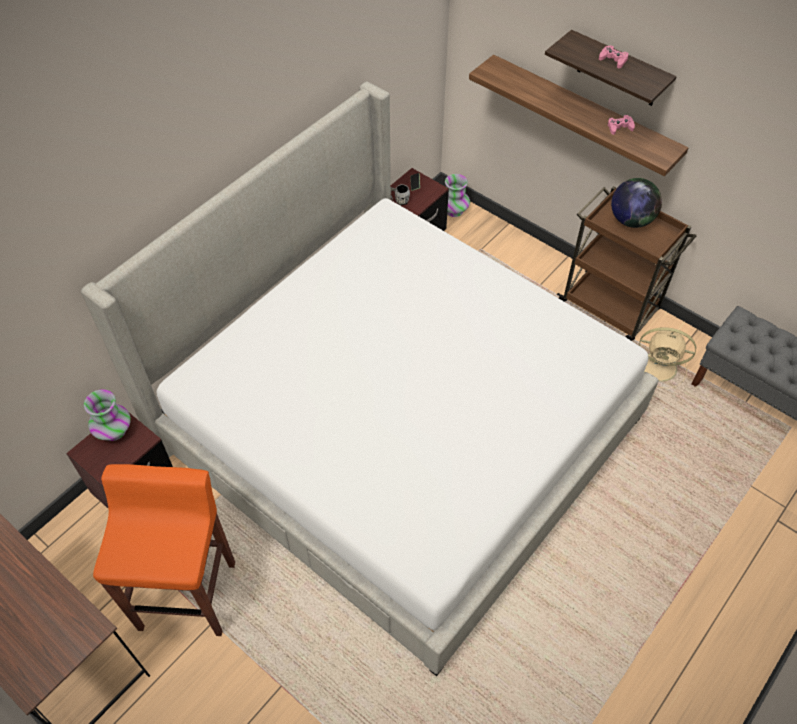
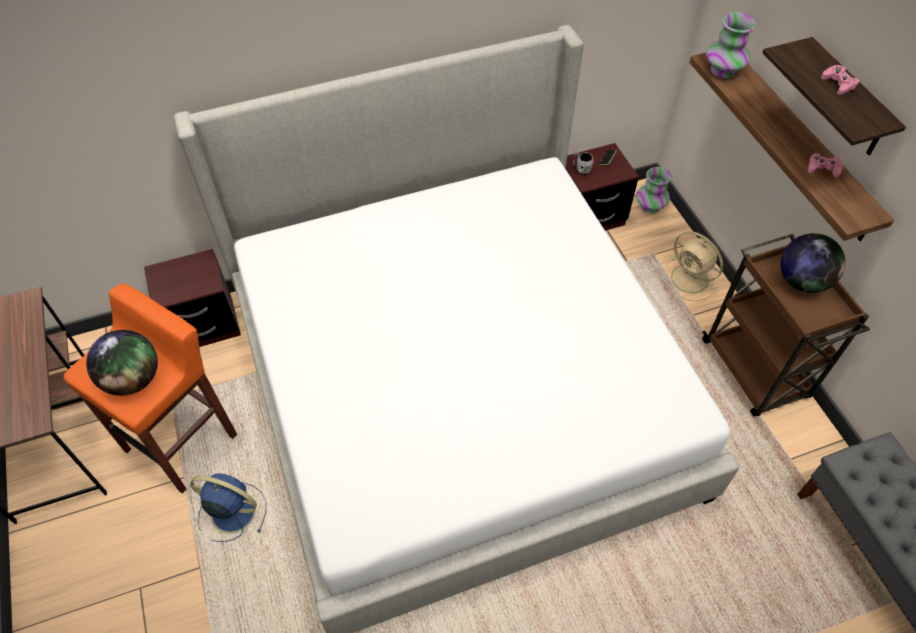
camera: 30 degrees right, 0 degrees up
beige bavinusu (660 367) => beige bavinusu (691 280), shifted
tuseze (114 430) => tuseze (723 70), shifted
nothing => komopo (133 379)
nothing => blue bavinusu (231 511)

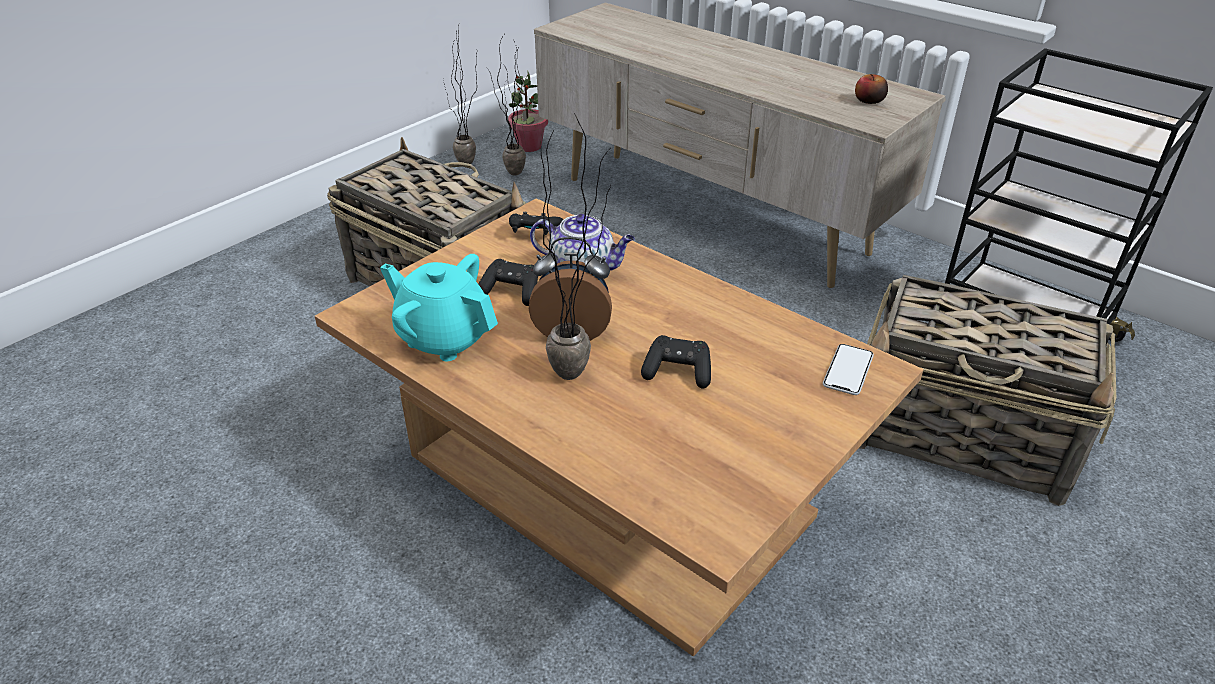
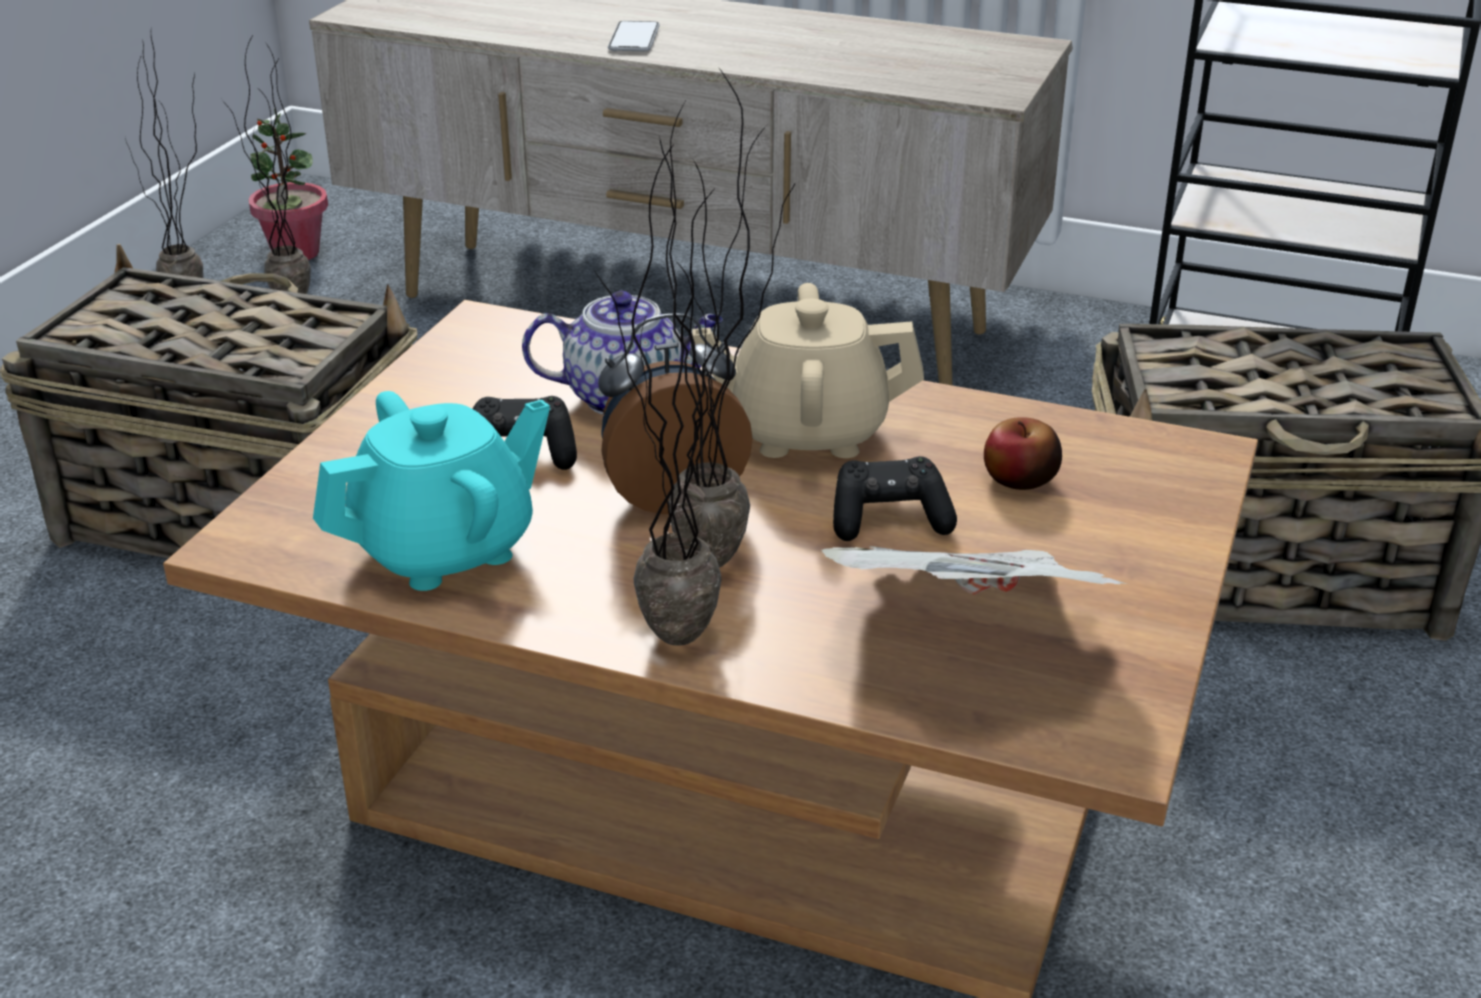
camera: 20 degrees left, 5 degrees down
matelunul (869 101) => matelunul (1020 480), shifted
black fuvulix (535 234) => nothing
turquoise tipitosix (444 338) => turquoise tipitosix (446 549), 135 degrees clockwise
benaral (848 370) => benaral (634 38), shifted
nothing => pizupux (669 651)
nothing => beige tipitosix (806 432)
nothing => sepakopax (973 630)

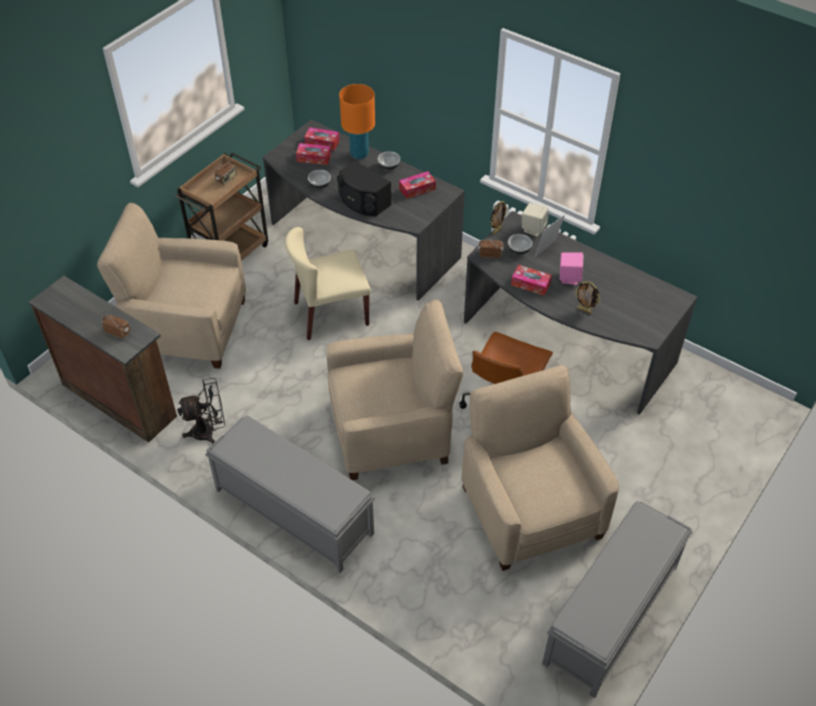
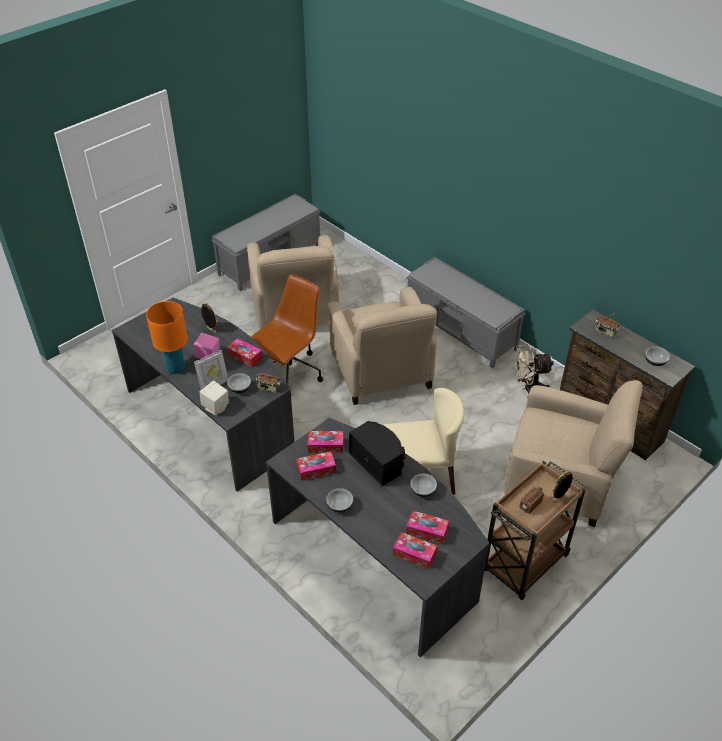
camera: 170 degrees left, 5 degrees down
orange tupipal (359 154) => orange tupipal (176 368), shifted
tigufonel (497 231) => tigufonel (559 499), shifted
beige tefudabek (391 431) => beige tefudabek (381 371), 105 degrees counterclockwise
black bavinusu (209 431) => beige bavinusu (528 389)
nothing => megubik (655 362)
nothing => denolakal (325 445)

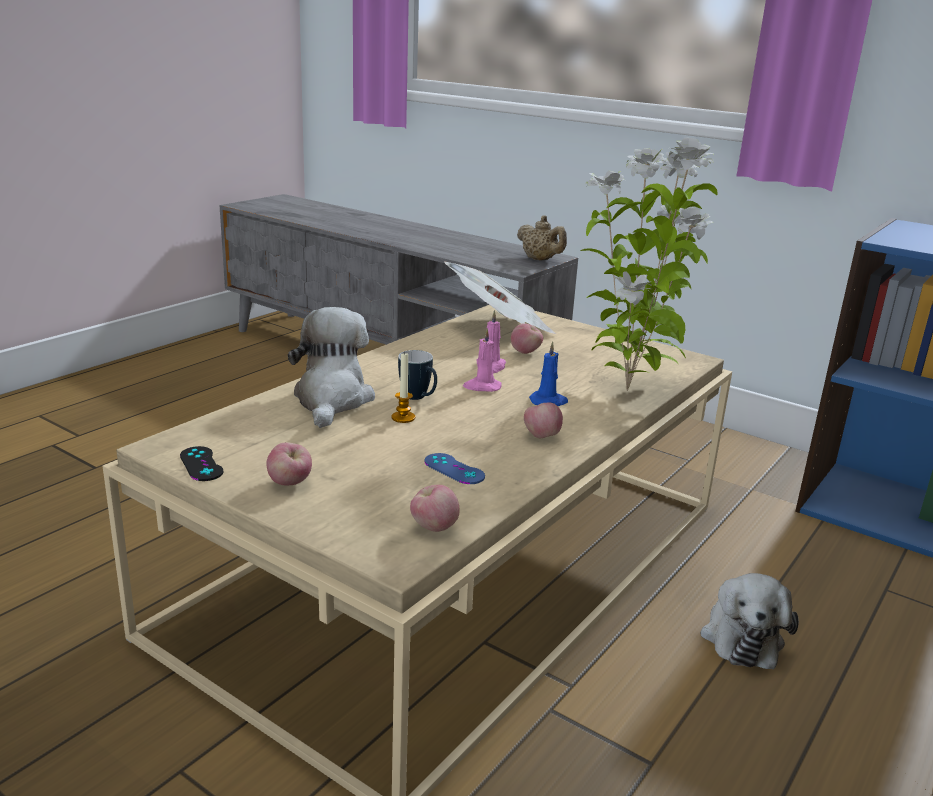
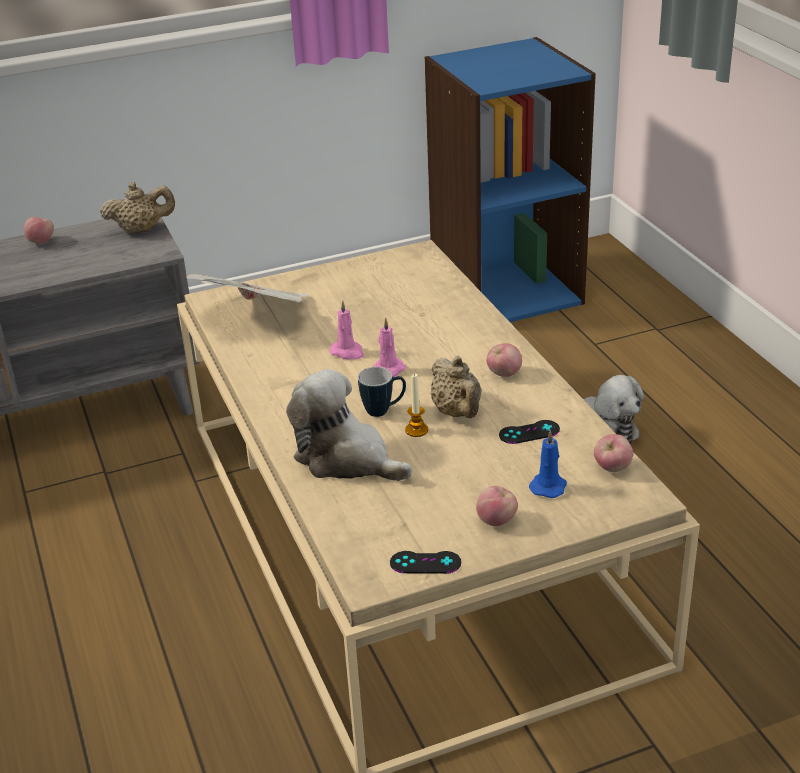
camera: 55 degrees left, 10 degrees up
pizupux (630 389) => nothing
matelunul (526 352) => matelunul (41 242), shifted
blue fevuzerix (548 401) => blue fevuzerix (548 486), shifted
blue fuvulix (454 469) => black fuvulix (529 432)
nothing => beige tipitosix (457 412)

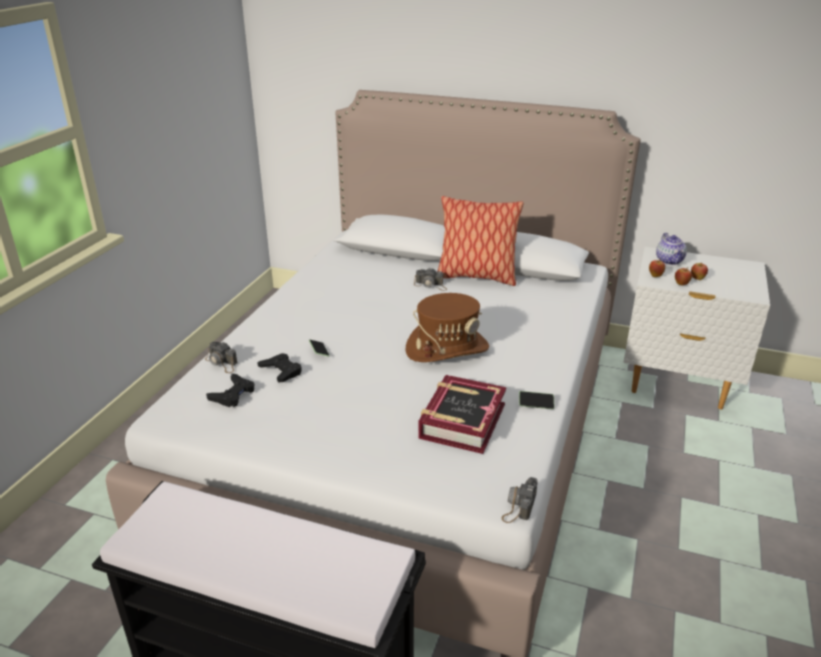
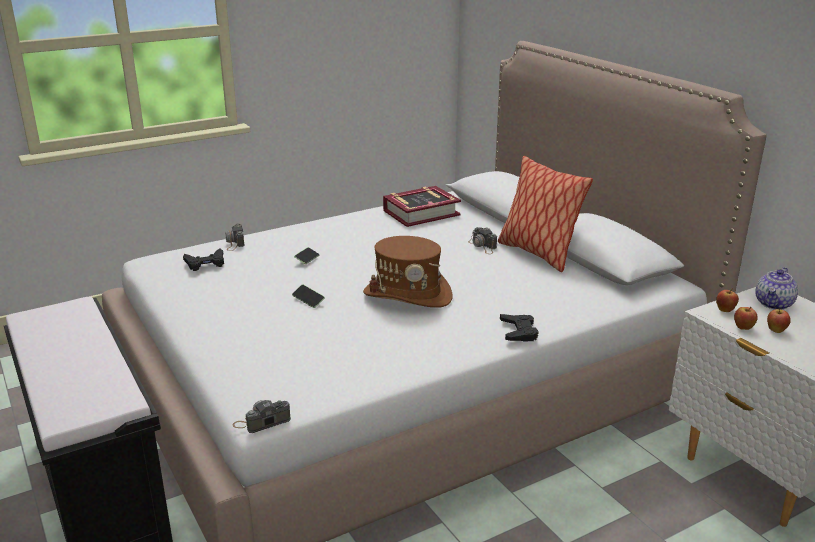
camera: 40 degrees right, 5 degrees down
black fuvulix (281 371) => black fuvulix (518 332), shifted
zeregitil (461 421) => zeregitil (421 213), shifted
benaral (536 404) => benaral (308 300), shifted

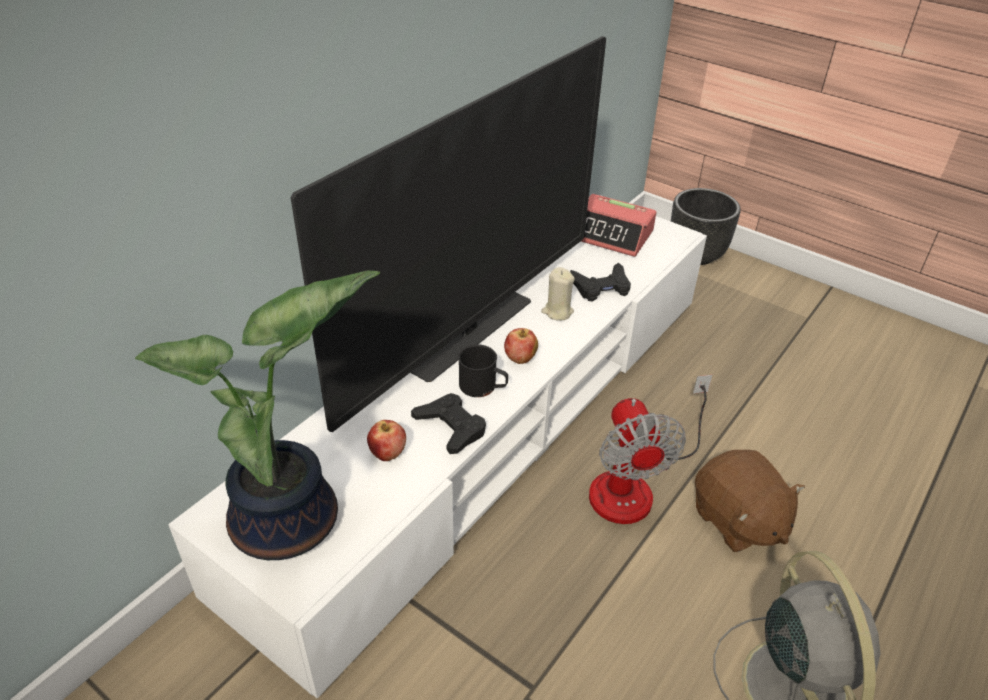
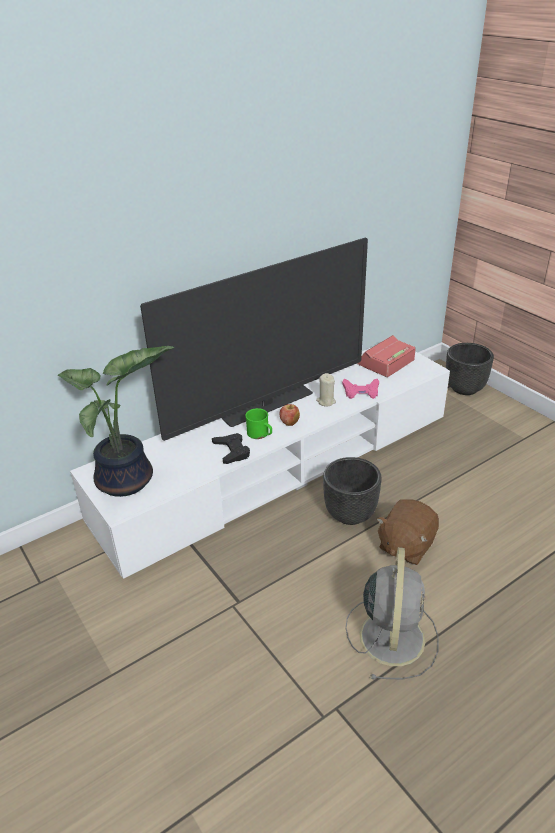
camera: 20 degrees right, 5 degrees down
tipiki (611 235) => tipiki (385 362), 90 degrees clockwise
black fuvulix (601 287) => pink fuvulix (361 391)
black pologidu (483 387) => green pologidu (260 434)
bavinusu (635 484) => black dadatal (351 513)
matelunul (387 454) => nothing
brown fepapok (737 521) => brown fepapok (405 545), 45 degrees clockwise

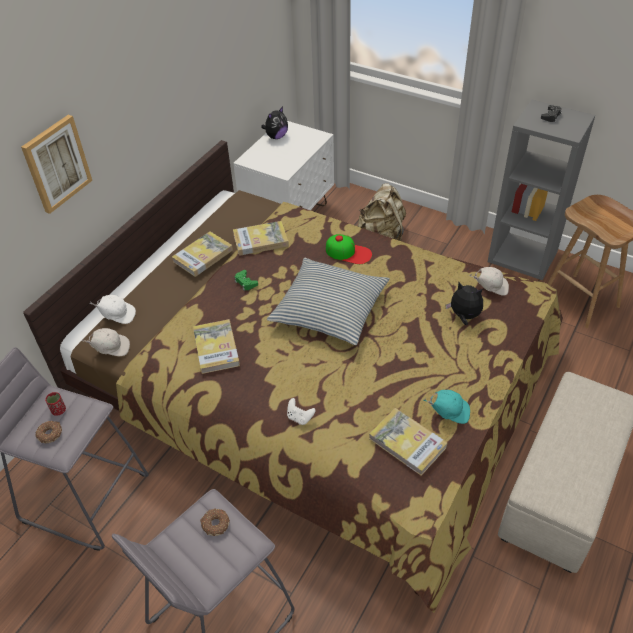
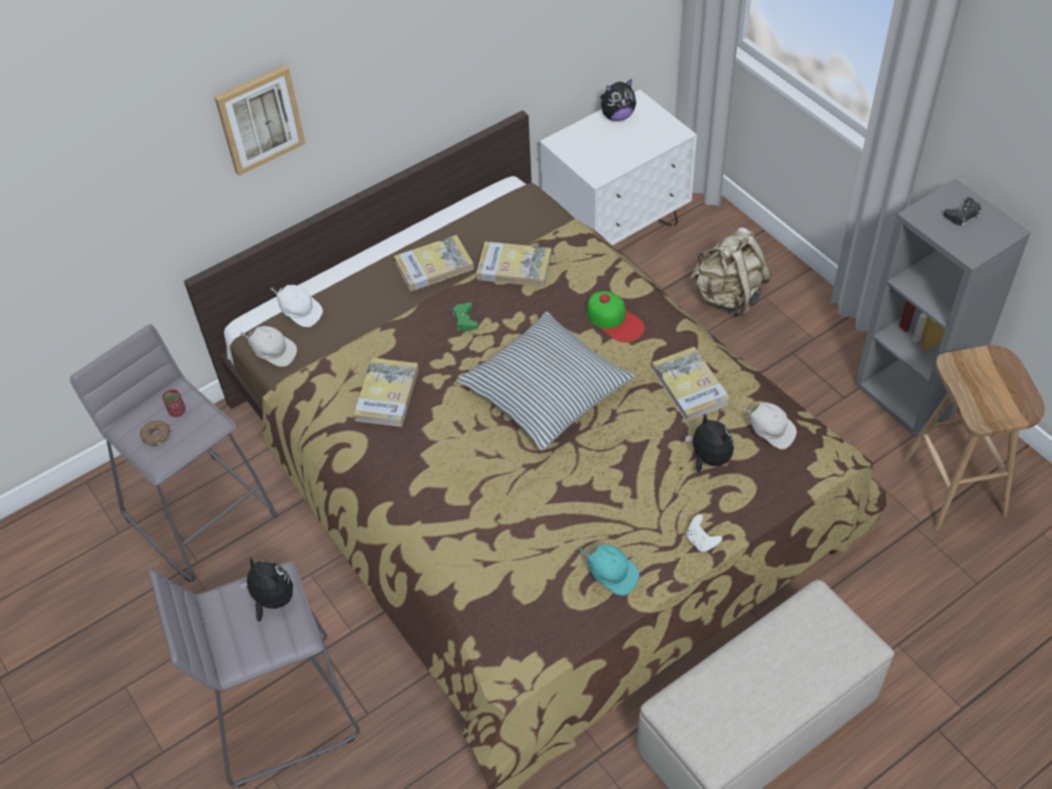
camera: 25 degrees right, 5 degrees up
white fuvulix (300 417) => white fuvulix (701 541), shifted
zeregitil (407 443) => zeregitil (690 386), shifted
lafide (215 524) => fepapok (272 600)

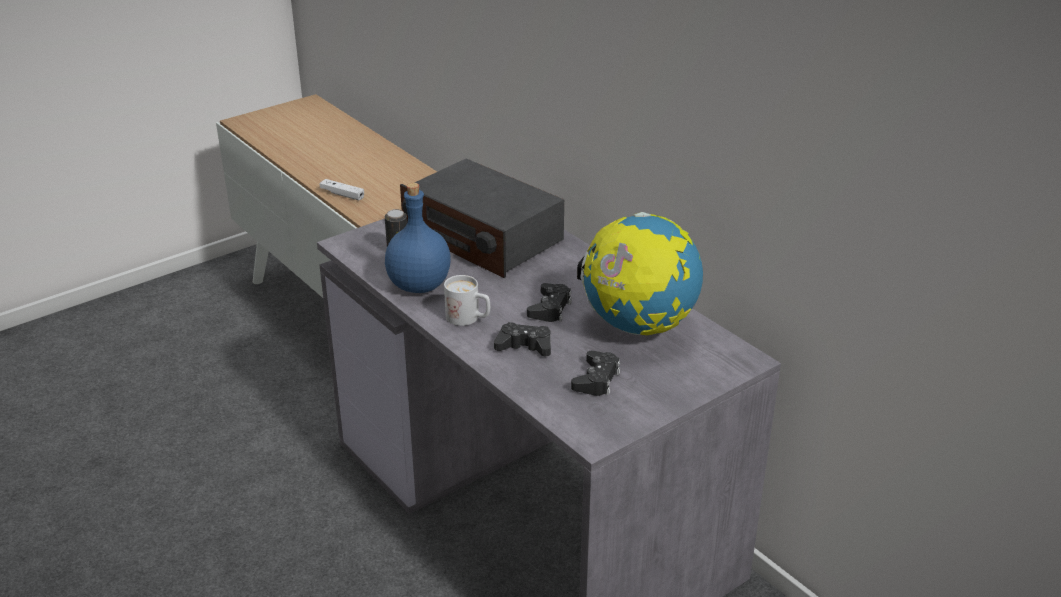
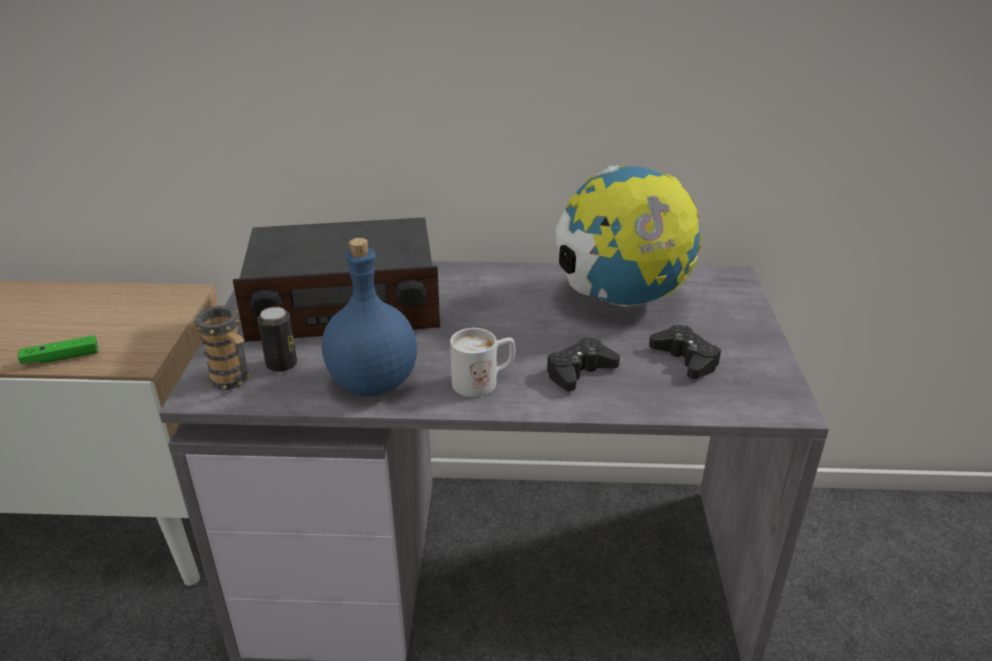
camera: 50 degrees left, 0 degrees up
white fuvulix (342 194) => green fuvulix (61 358)
black fuvulix (550 308) => nothing
nothing => pologidu (234 381)

